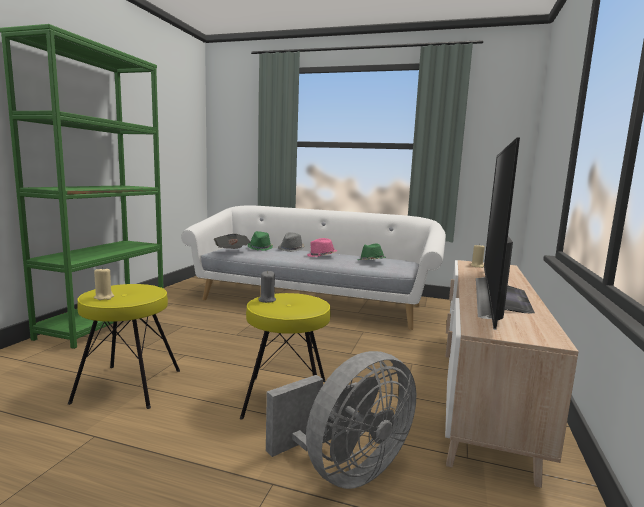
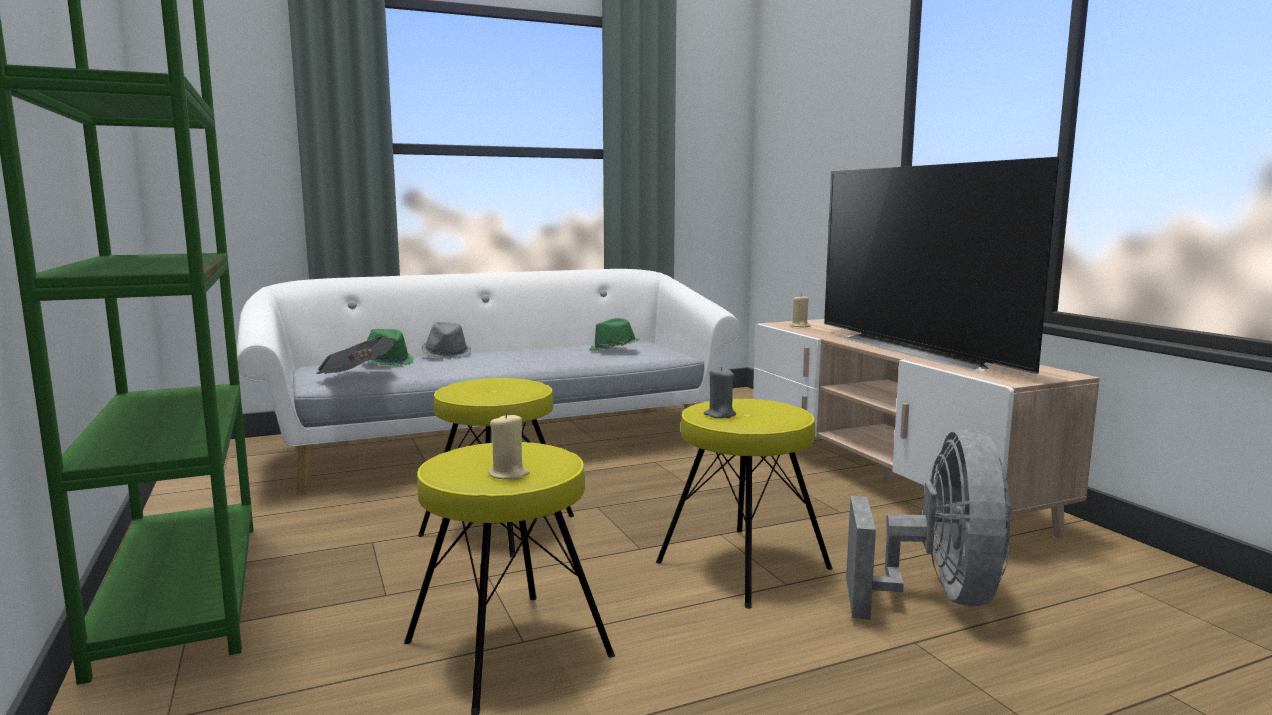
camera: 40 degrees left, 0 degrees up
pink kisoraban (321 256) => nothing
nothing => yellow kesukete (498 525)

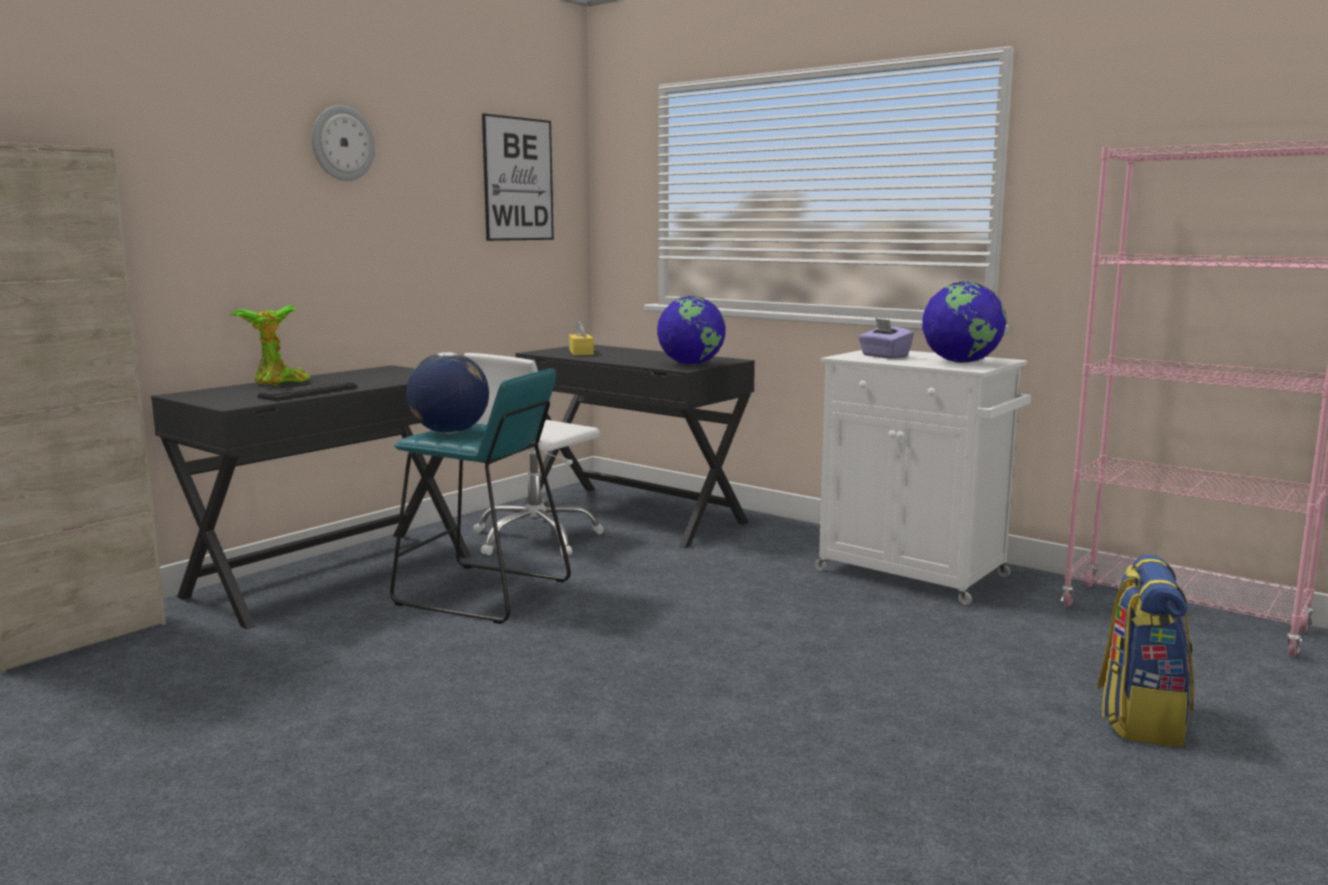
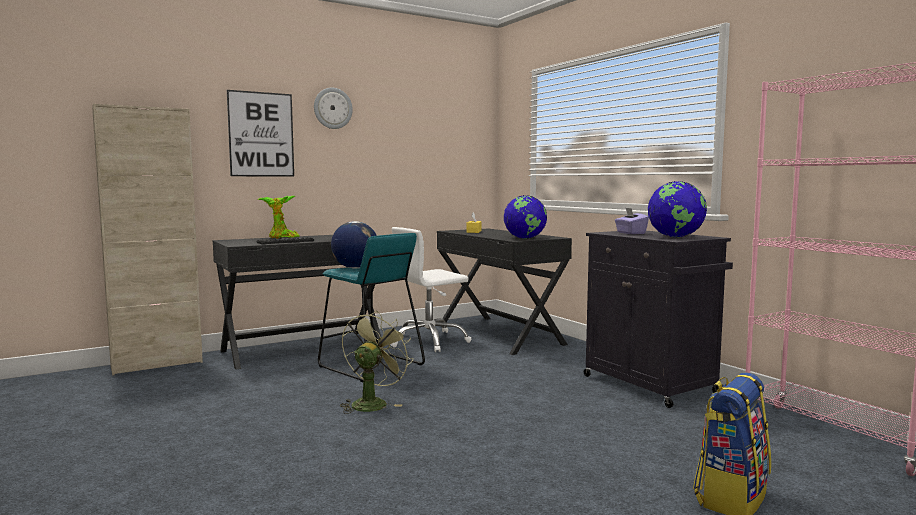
camera: 20 degrees right, 5 degrees down
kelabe (518 179) => kelabe (261 134), shifted
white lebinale (915 574) => black lebinale (651 385)
nothing => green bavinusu (372 403)

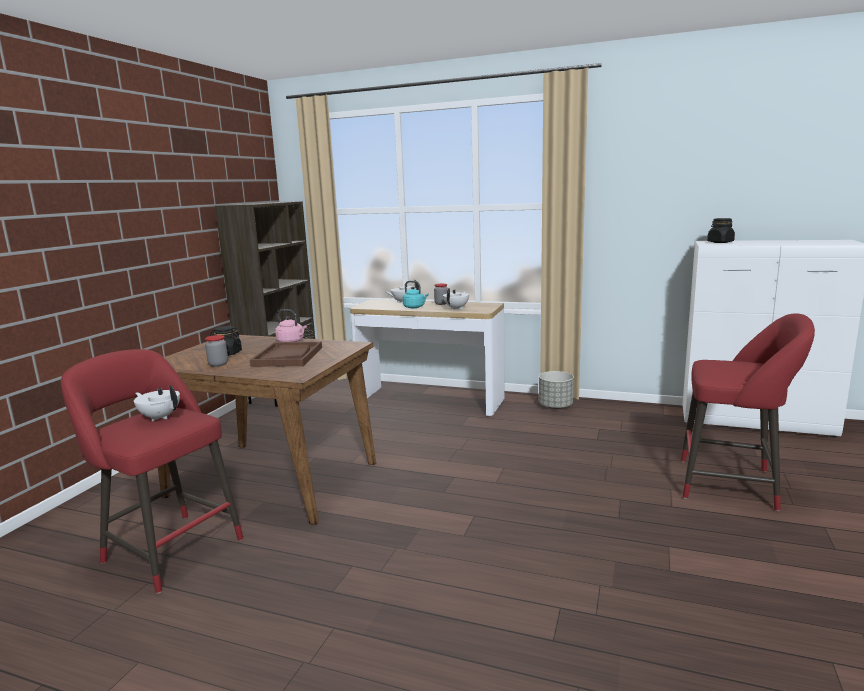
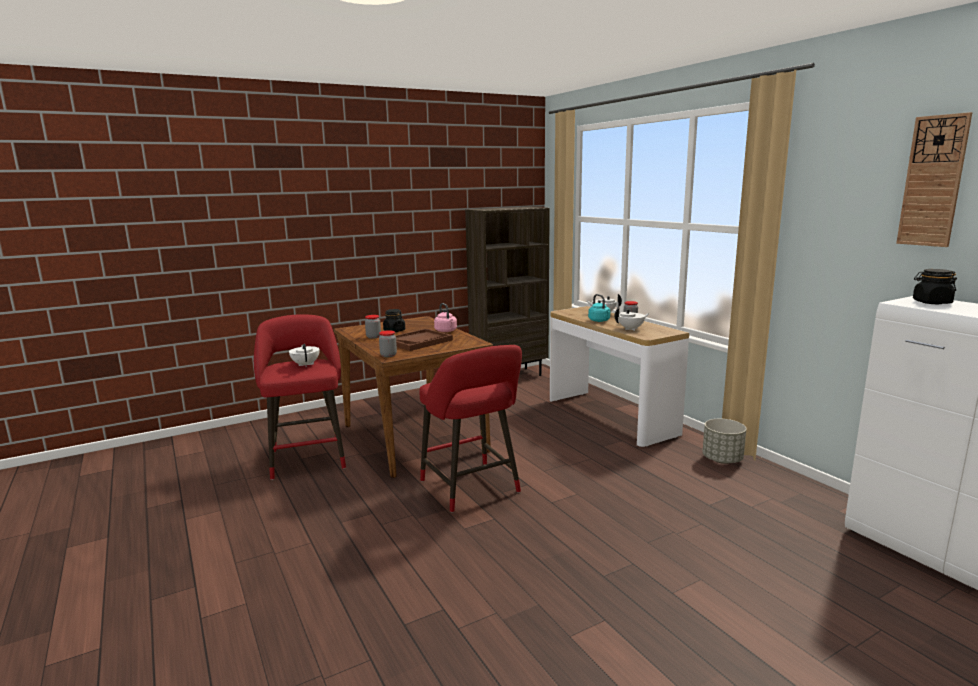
camera: 40 degrees right, 0 degrees up
red kesukete (734 485) => red kesukete (472 489), shifted
nothing => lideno (933 181)
nothing => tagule (388 355)

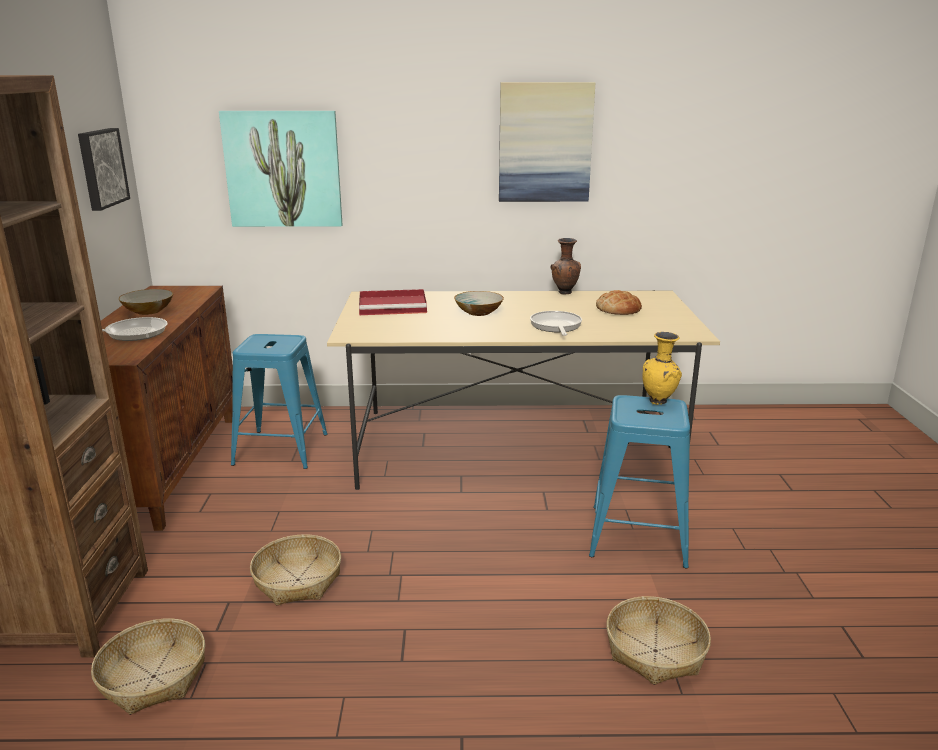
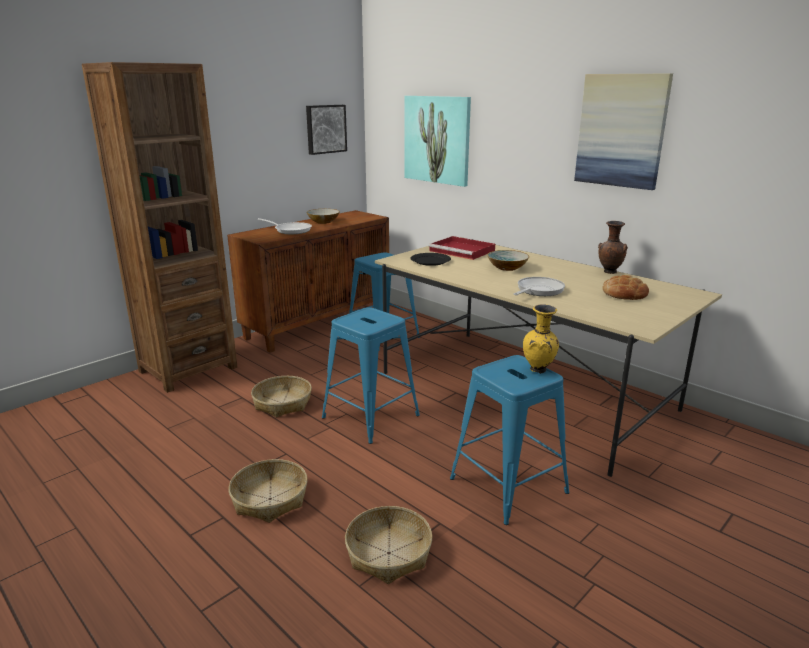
camera: 45 degrees right, 0 degrees up
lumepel (154 676) => lumepel (270 499), shifted
nothing => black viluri (430 261)
nothing => blue kesukete (371 416)

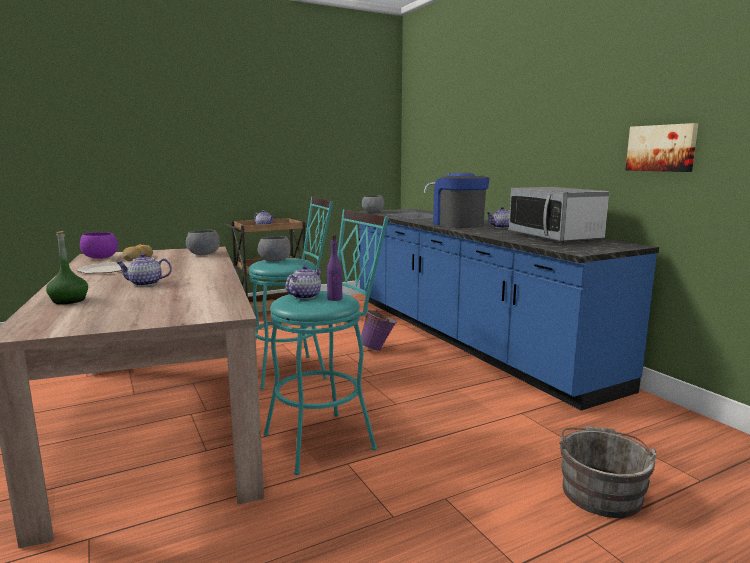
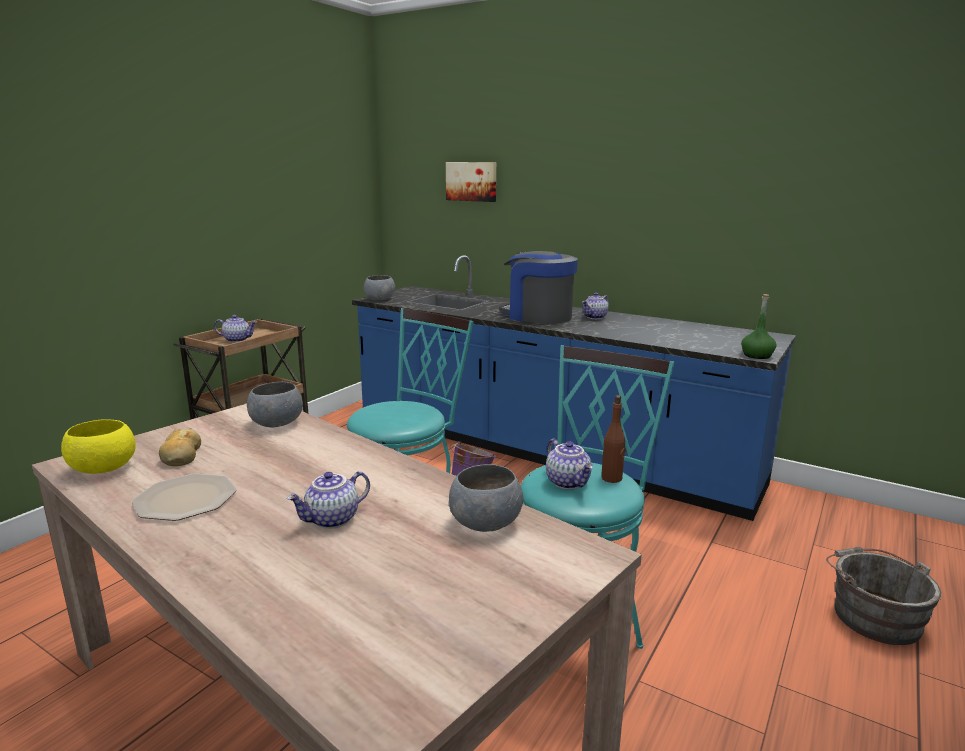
camera: 30 degrees left, 5 degrees up
kelabe (661 148) => kelabe (472 181), shifted
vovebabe (554 237) => nothing
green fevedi (69 301) => green fevedi (757 355), shifted
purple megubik (101 257) => yellow megubik (105 468)
purple fevedi (335 299) => brown fevedi (612 478)
grey megubik (274 260) => grey megubik (484 523), shifted
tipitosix (304 296) => tipitosix (569 482), 150 degrees clockwise

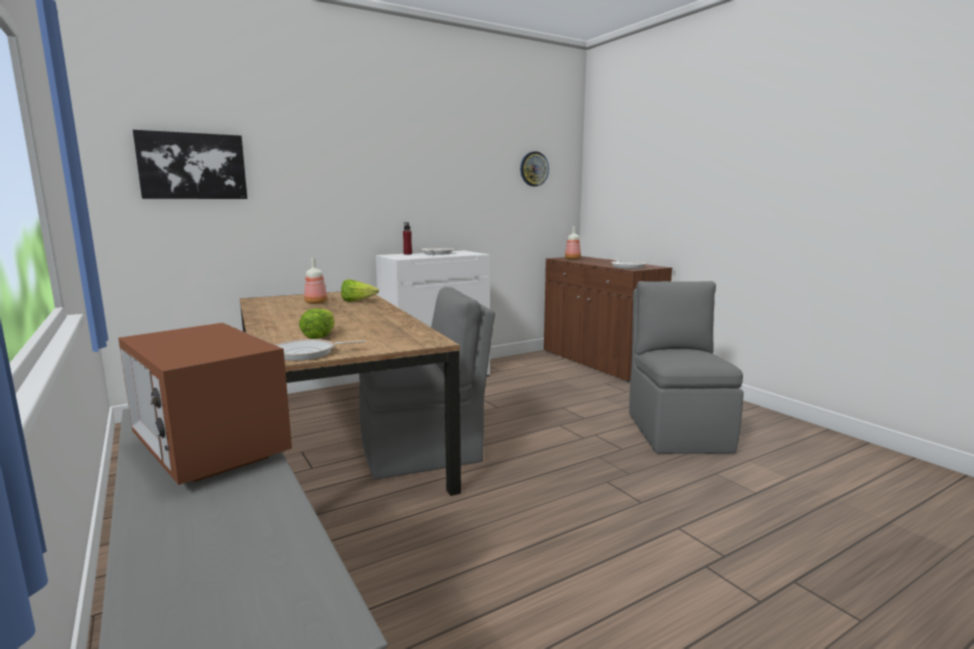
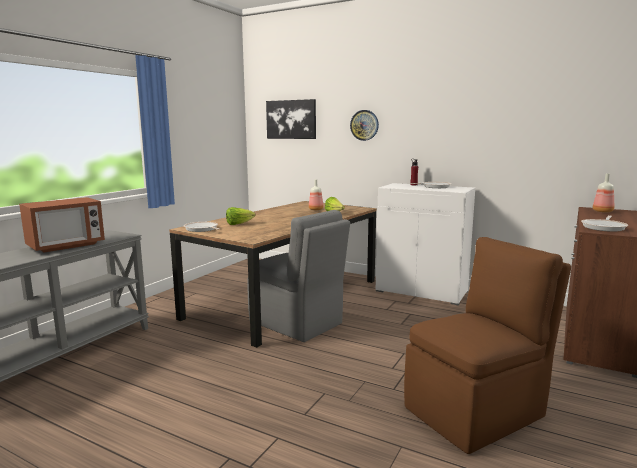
camera: 60 degrees right, 0 degrees up
lideno (534 169) => lideno (364 125), shifted
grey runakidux (677 431) => brown runakidux (477 411)
vovebabe (209 450) => vovebabe (66 246), 150 degrees counterclockwise

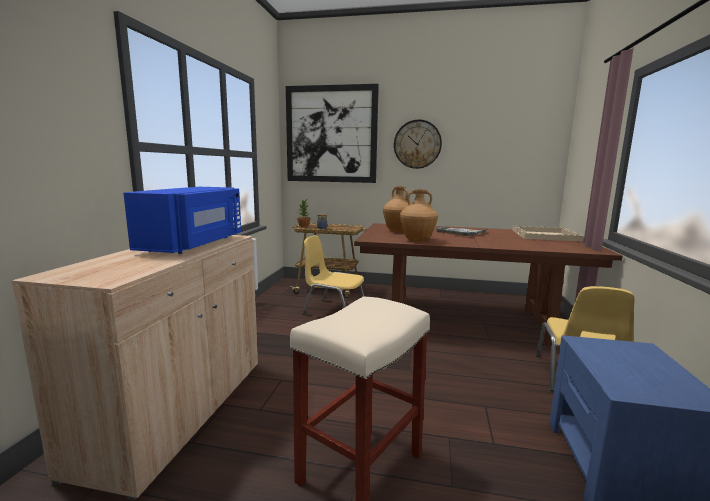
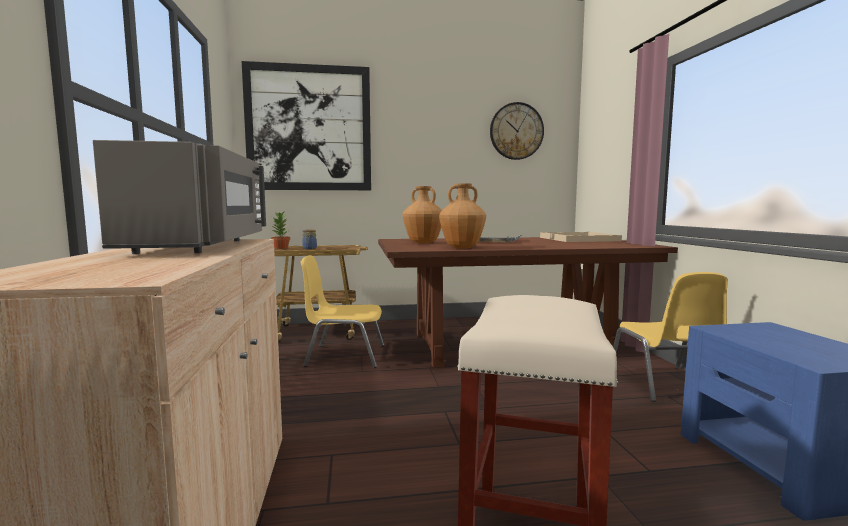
camera: 20 degrees left, 5 degrees down
lideno (417 144) => lideno (516 131), shifted
blue vovebabe (195 244) => grey vovebabe (201 246)

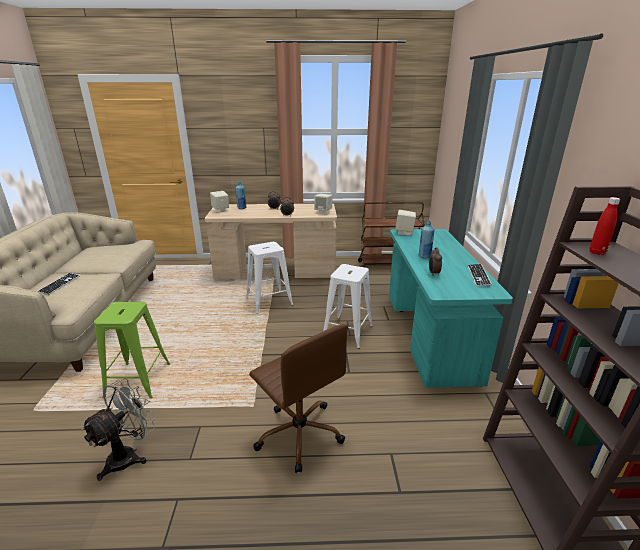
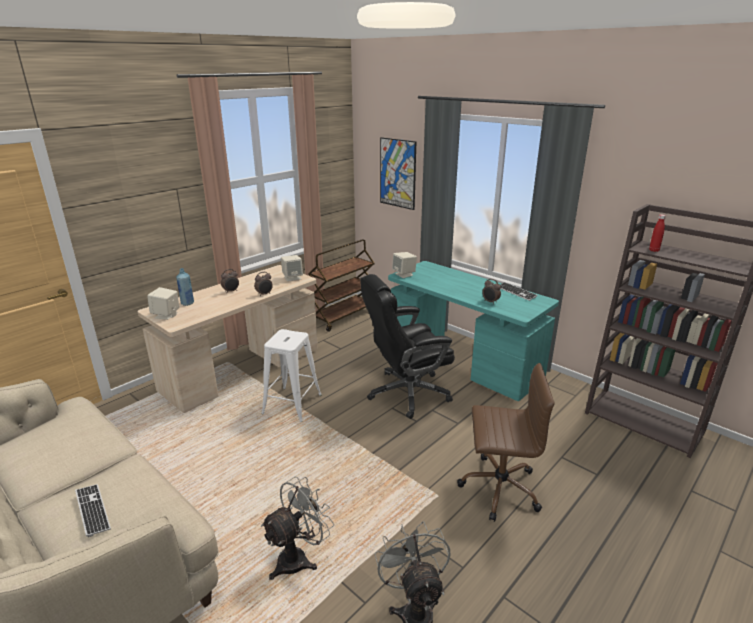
camera: 45 degrees left, 0 degrees up
blue fevedi (424 256) => nothing
white kesukete (347 332) => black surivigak (406 393)
green kesukete (138 381) => grey bavinusu (299 558)
nothing => kelabe (397 173)

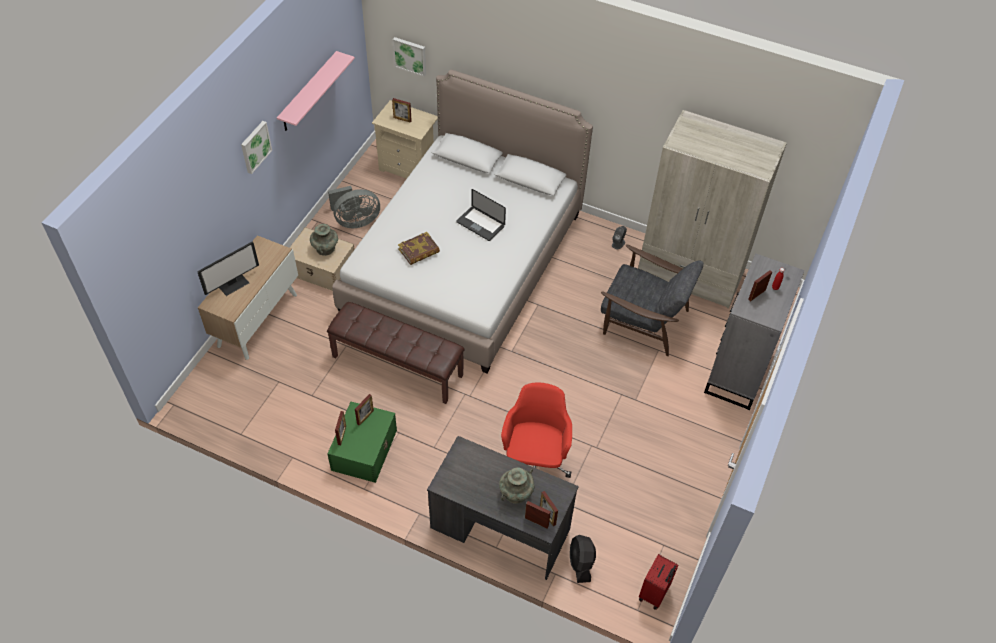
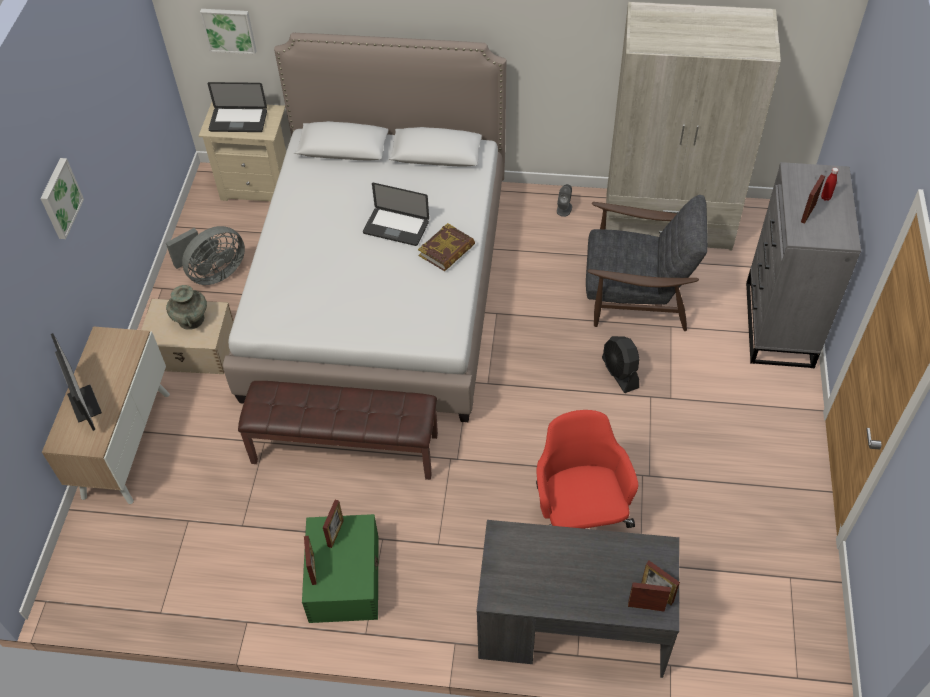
camera: 15 degrees left, 0 degrees up
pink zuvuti (308 92) => nothing
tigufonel (402 119) => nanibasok (238 121)
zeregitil (419 251) => zeregitil (447 251), shifted
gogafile (233 284) => gogafile (83 403), 60 degrees counterclockwise
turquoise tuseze (516 493) => nothing
black bavinusu (581 563) => black bavinusu (620 373), shifted
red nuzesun (654 593) => nothing

